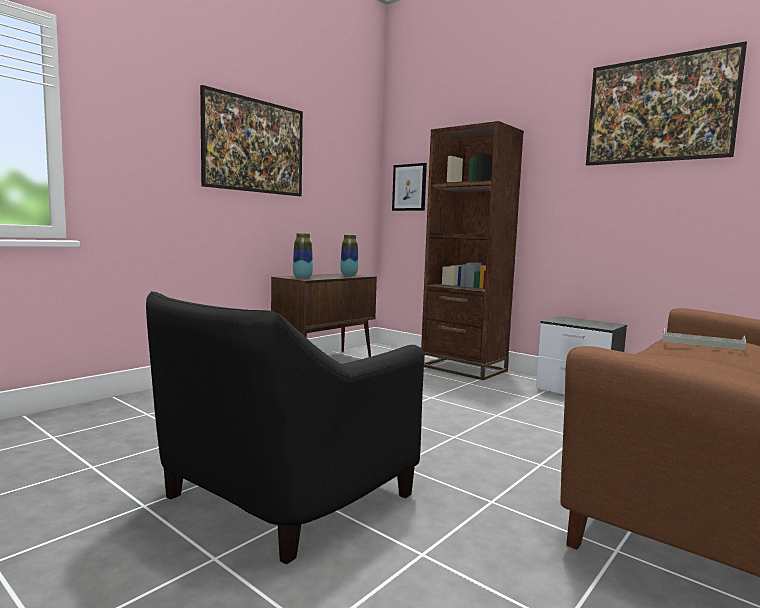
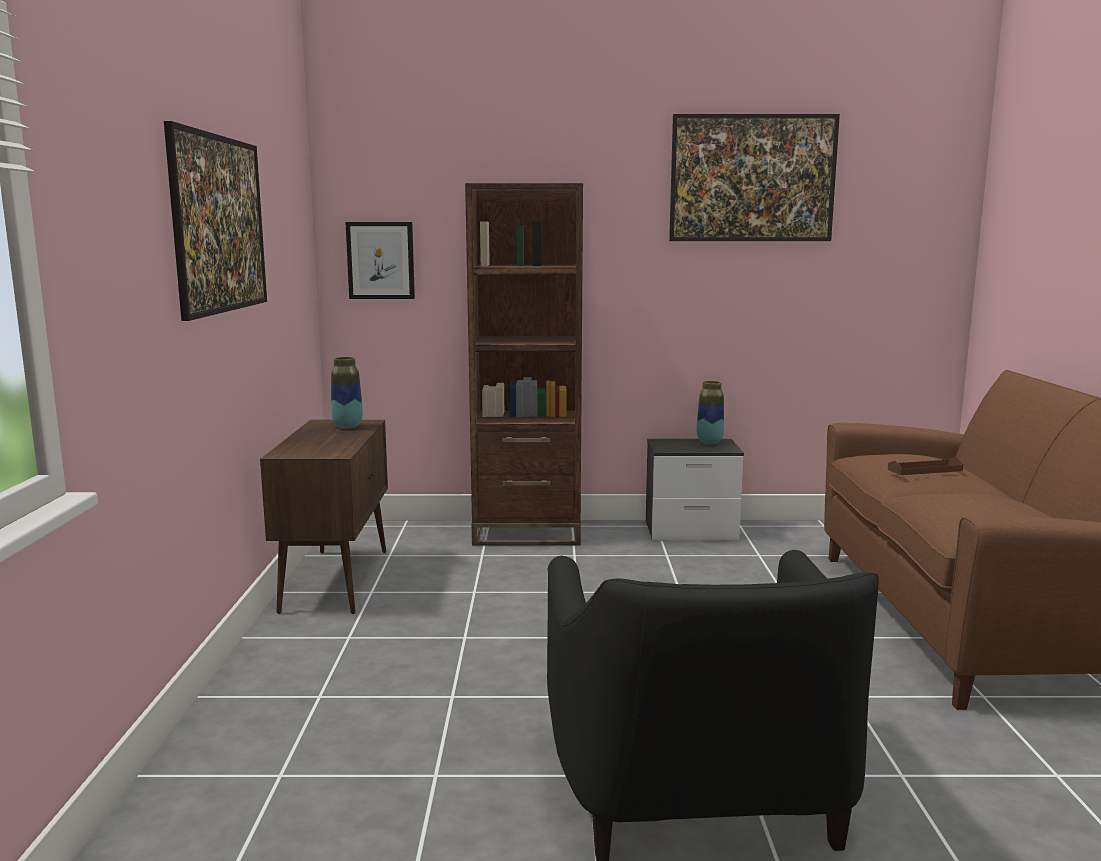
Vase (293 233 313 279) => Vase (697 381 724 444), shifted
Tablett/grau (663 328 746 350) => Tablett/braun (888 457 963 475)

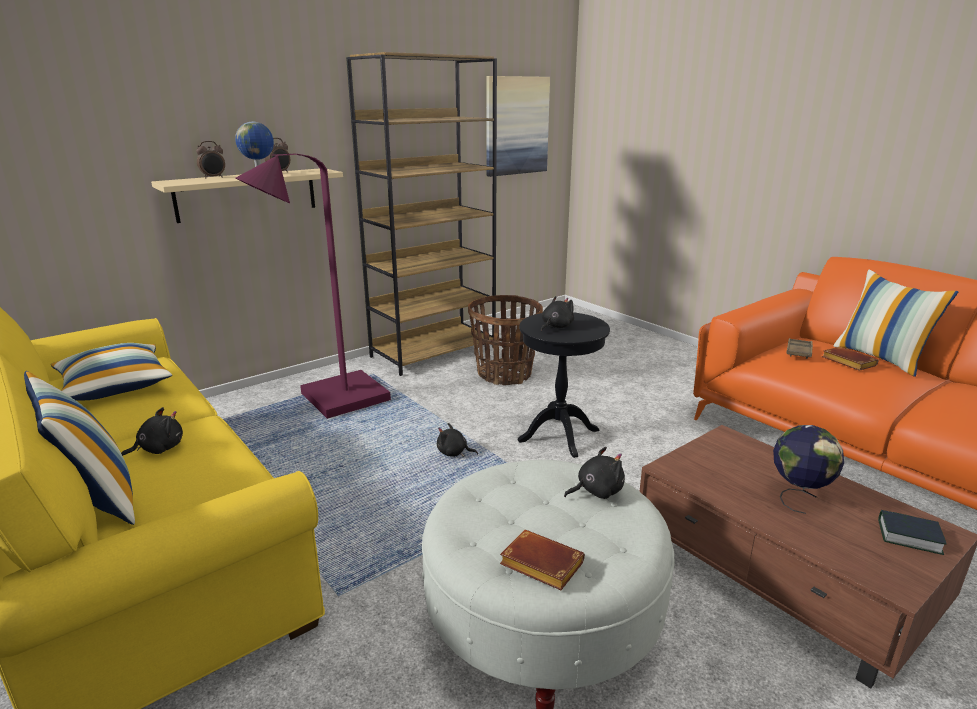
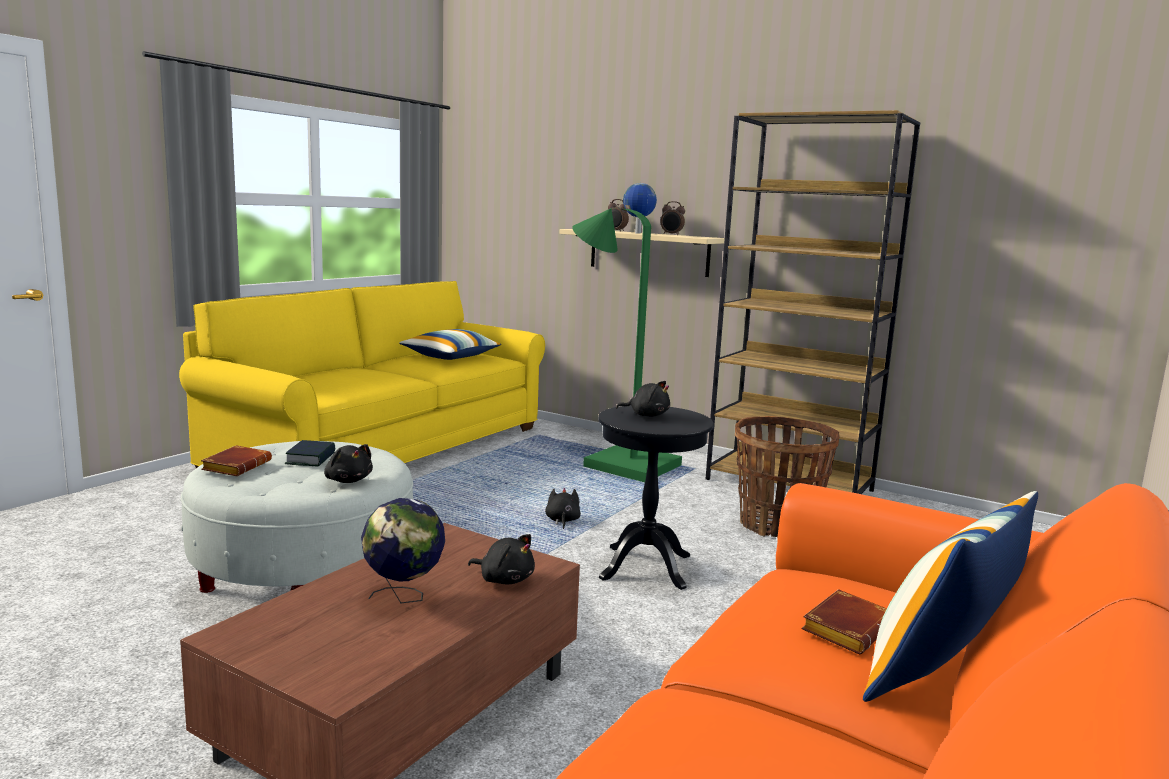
Buch (878 510 946 555) => Buch (285 440 335 467), shifted
Plüschtier/schwarz (121 407 183 456) => Plüschtier/schwarz (468 534 535 584), shifted
Stehlampe/lila (235 154 391 419) => Stehlampe/grün (572 208 682 482)
Kissen (24 371 135 525) => nothing
Bild (486 76 550 177) => nothing
Tablett/braun (786 338 813 359) => nothing

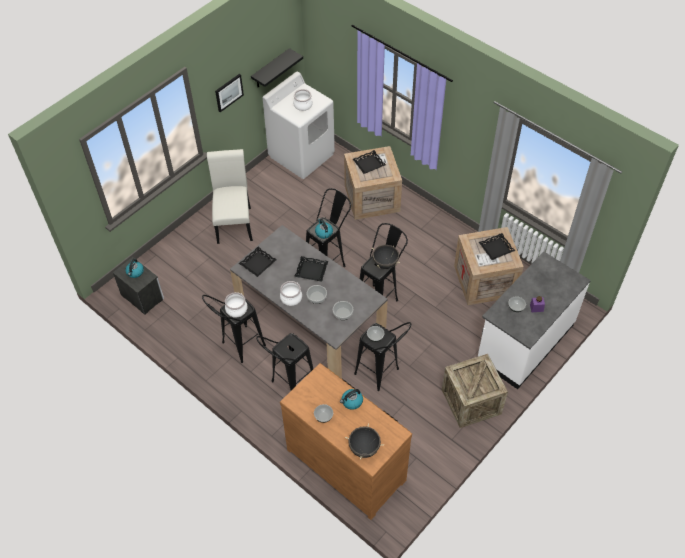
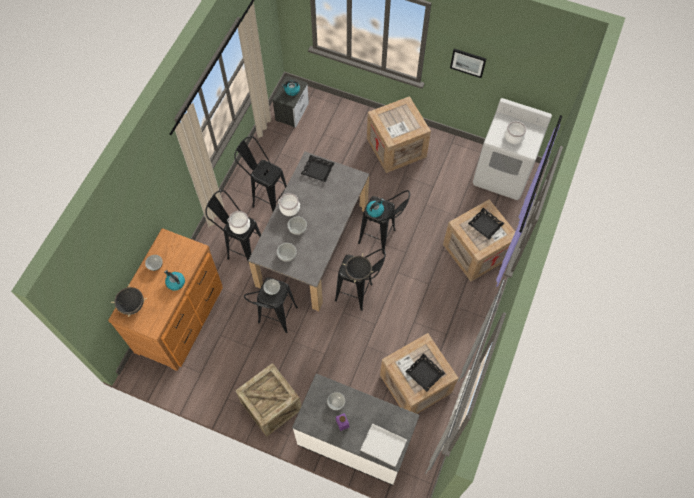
Kochtopf (225 292 247 318) => Kochtopf (228 211 250 234), shifted
nothing => Tablett/weiß (360 423 407 467)
Stuhl/weiß (207 149 253 244) => Kiste (367 96 431 173)
Wandregal/schwarz (251 48 303 87) => nothing
Tablett/schwarz (294 256 328 282) => nothing

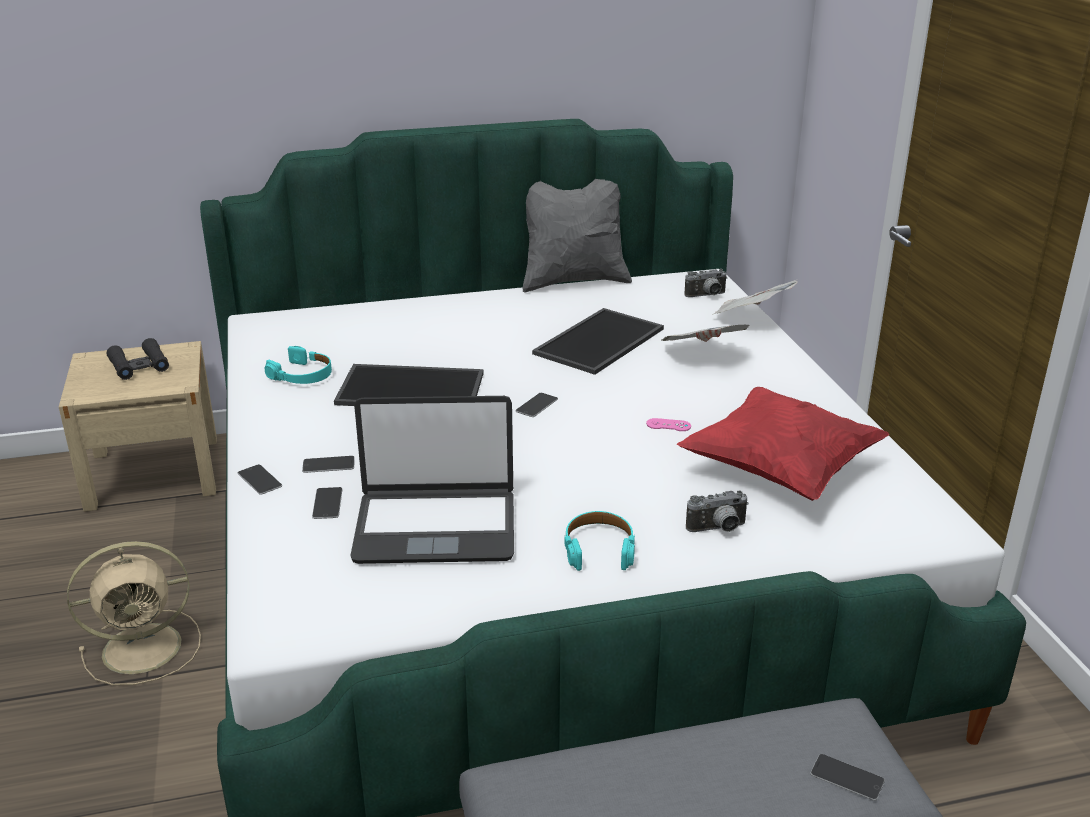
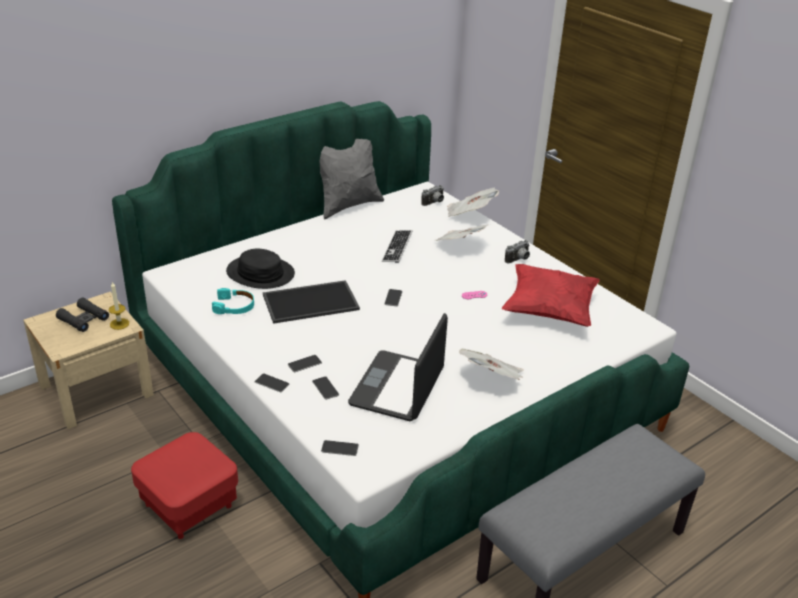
nothing => Kerze (109 282 129 330)
Ventilator/beige (67 541 201 685) => Polsterhocker/rot (131 432 238 539)
nothing => Hut/schwarz (226 249 295 289)
Handy (810 754 885 801) => Handy (321 440 359 456), shifted
Laptop (350 396 514 564) => Laptop (348 313 448 421), 135 degrees clockwise
Tablett (532 308 664 375) => Tastatur (382 230 412 263)
Kopfhörer/türkis (565 511 635 571) => Zeitung (459 349 524 380)
Kamera (686 490 749 532) => Kamera (505 240 530 263), shifted

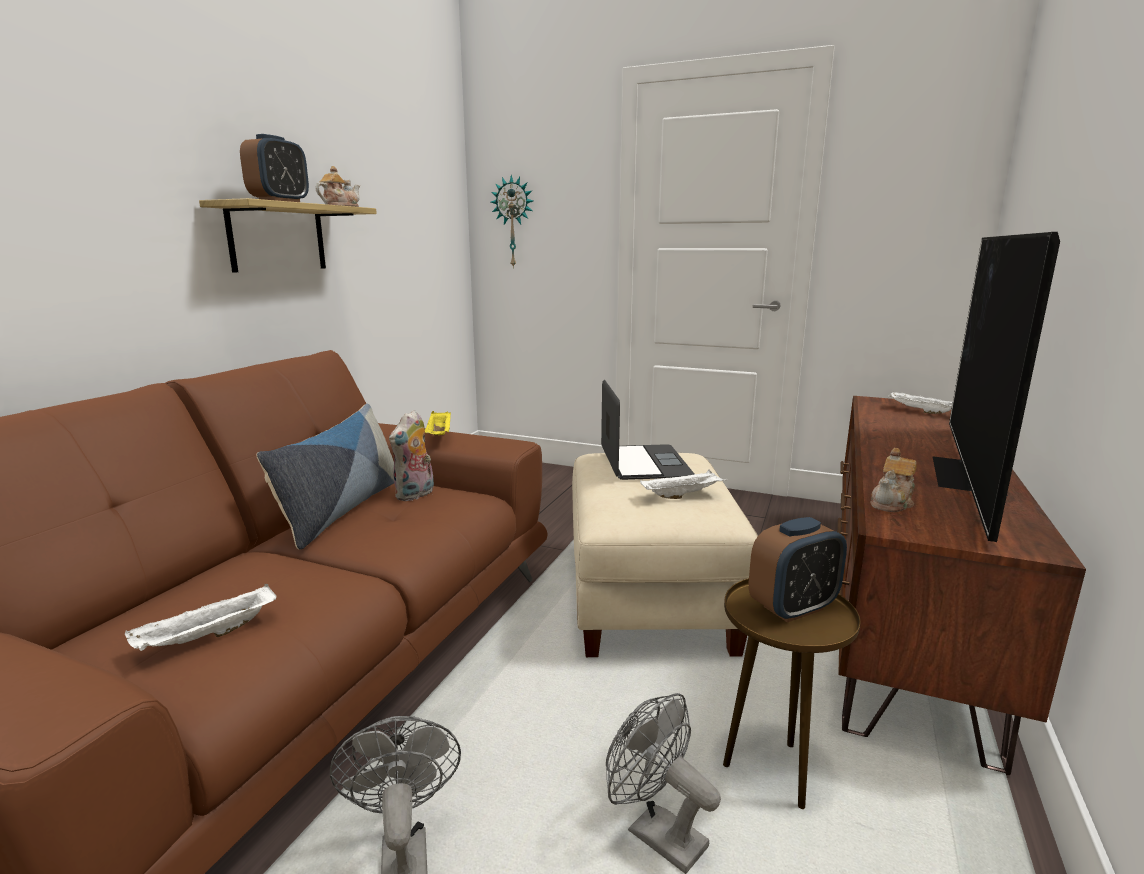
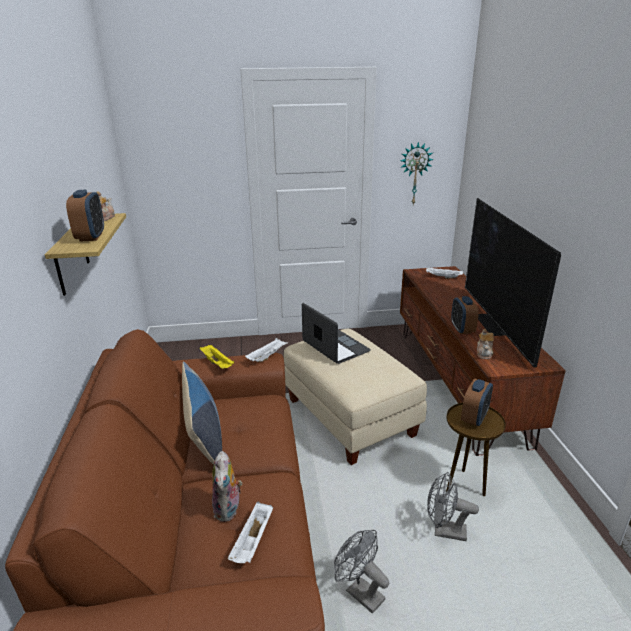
Plüschtier (389 410 434 501) => Plüschtier (212 451 242 522), shifted
Tablett/weiß (640 470 727 499) => Tablett/weiß (245 338 288 362), shifted
Wanduhr (491 175 533 269) => Wanduhr (400 142 434 205), shifted
nothing => Wecker (451 296 479 334)

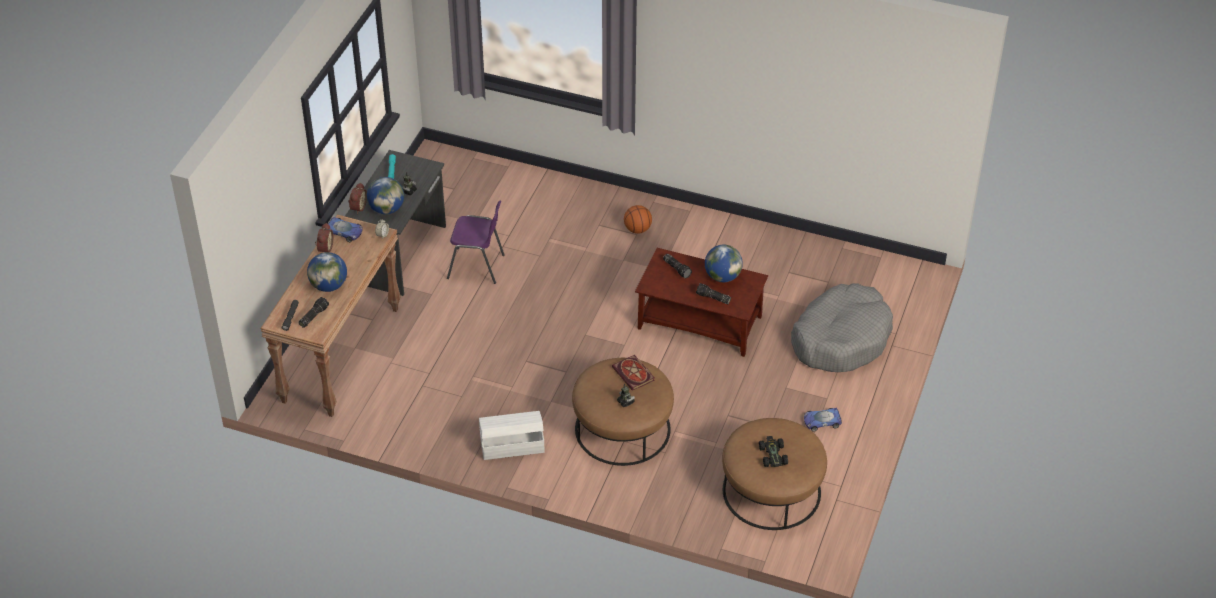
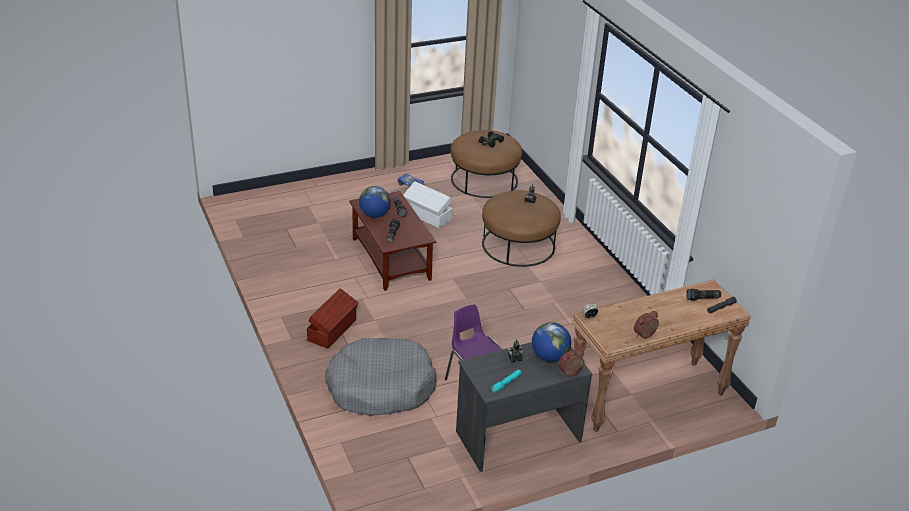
Basketball (624 205 652 234) => Aufbewahrungsbox/braun (307 288 359 349)
Hundebett/grau (791 284 893 372) => Hundebett/grau (325 338 437 416), shifted
Aufbewahrungsbox/weiß (479 411 544 460) => Aufbewahrungsbox/weiß (403 181 452 228), shifted
Globus (307 252 347 292) => nothing
Spielzeugauto (328 217 363 242) => nothing
Buch (612 355 655 391) => nothing

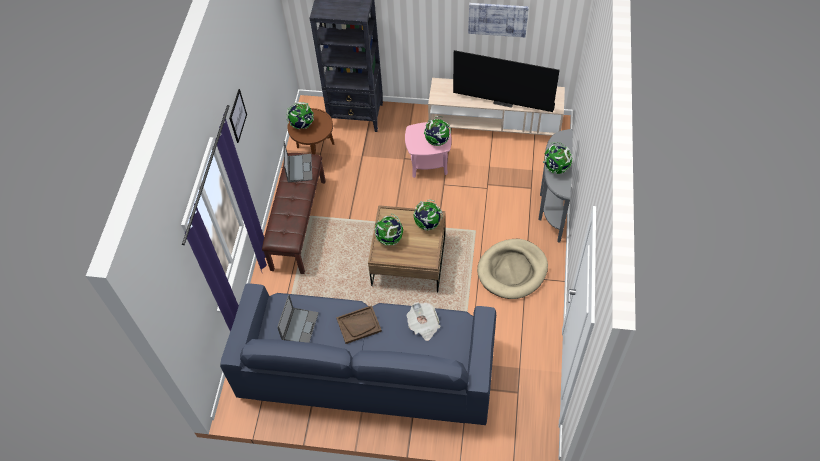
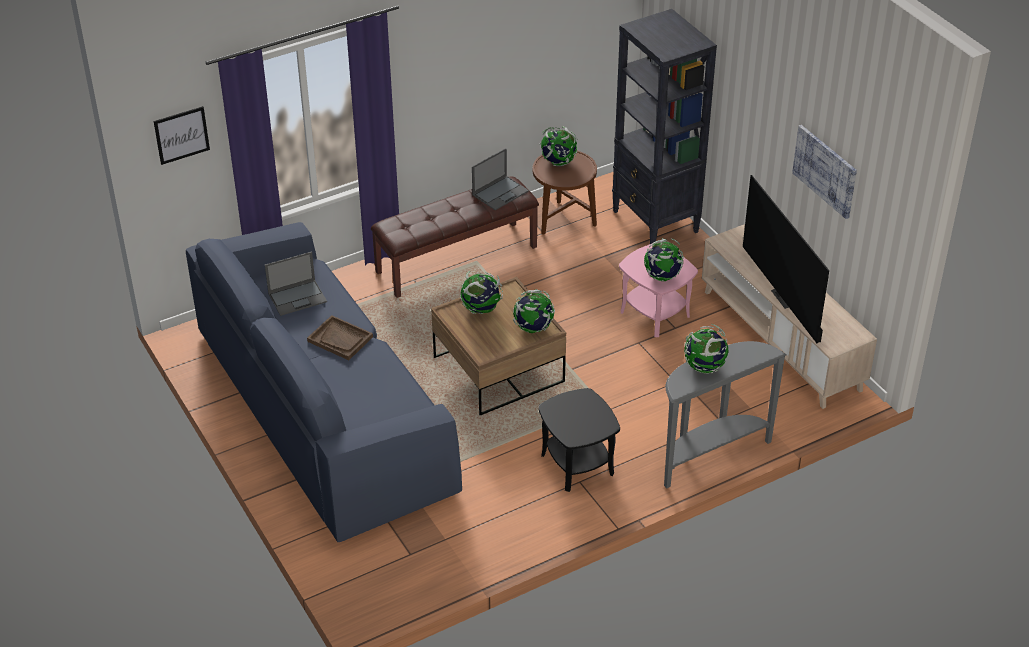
Bild (229 89 247 143) => Bild (154 106 210 165), shifted
Hundebett/beige (477 239 548 299) => Beistelltisch/schwarz (538 388 620 492)
Zeitung (407 302 441 341) => nothing

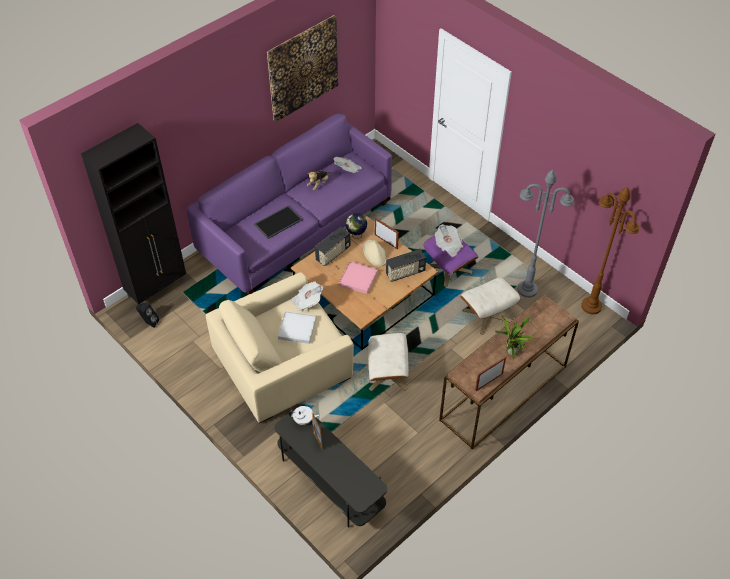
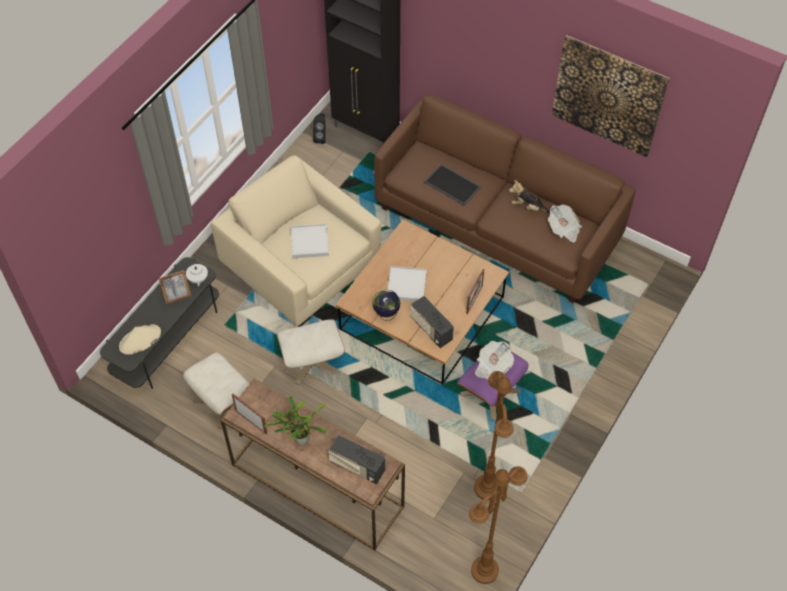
Hut/beige (363 240 387 267) => Hut/beige (119 324 161 355), shifted
Polsterhocker/beige (460 277 521 335) => Polsterhocker/beige (183 352 250 428), shifted
Radio (315 227 350 266) => Radio (329 435 386 484), shifted
Globus (345 213 367 239) => Globus (372 290 400 321), shifted
Sofa/lila (187 114 392 295) => Sofa/braun (374 94 636 303)
Tablett/rosa (339 261 378 294) => Tablett/weiß (387 266 427 302)
Stehlampe/grau (518 170 574 298) => Stehlampe/braun (474 371 513 500)
Zeitung (291 281 323 311) => nothing

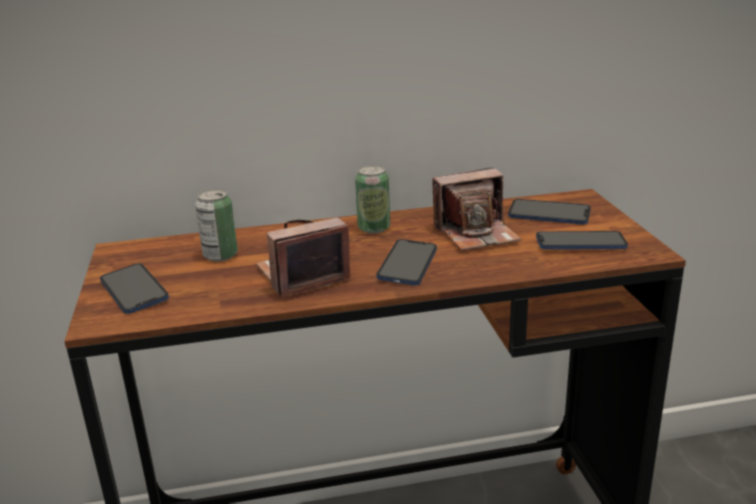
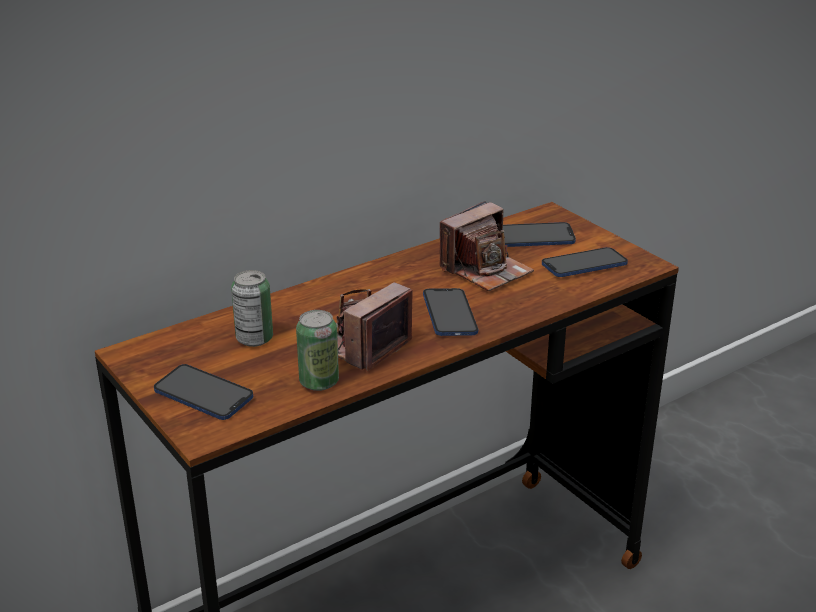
Dose (355 165 390 234) => Dose (296 310 339 391), shifted

